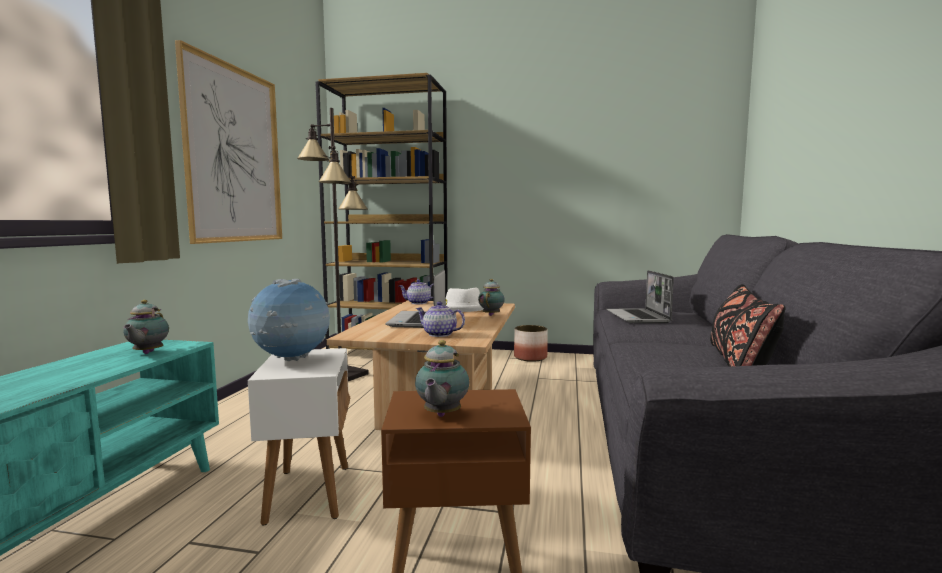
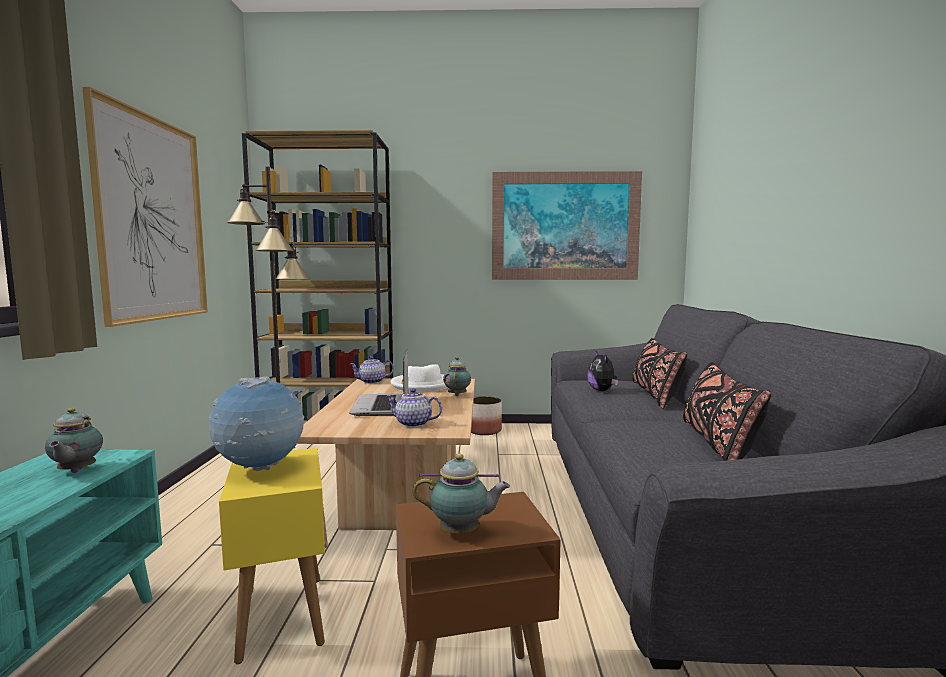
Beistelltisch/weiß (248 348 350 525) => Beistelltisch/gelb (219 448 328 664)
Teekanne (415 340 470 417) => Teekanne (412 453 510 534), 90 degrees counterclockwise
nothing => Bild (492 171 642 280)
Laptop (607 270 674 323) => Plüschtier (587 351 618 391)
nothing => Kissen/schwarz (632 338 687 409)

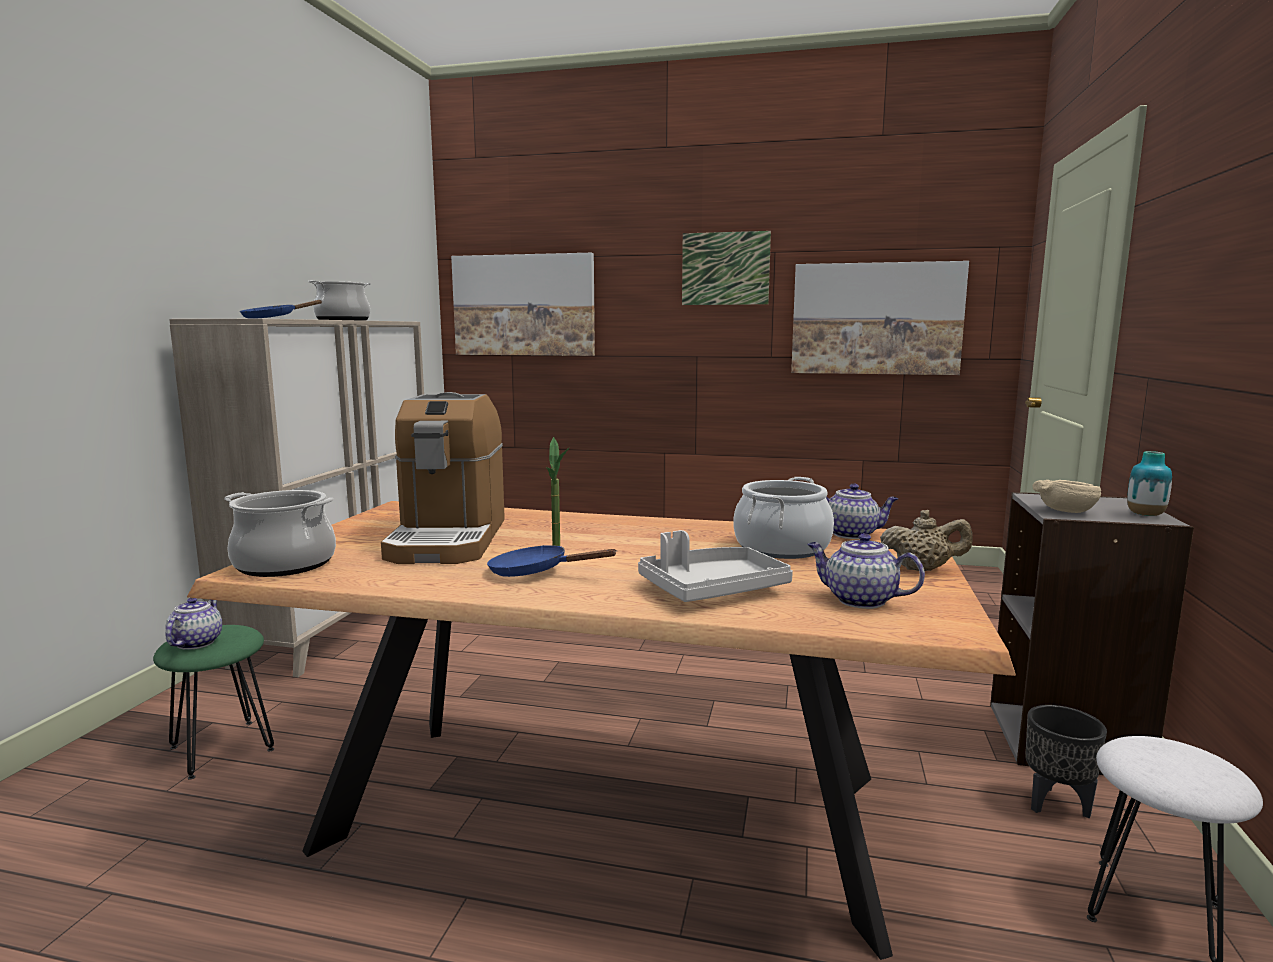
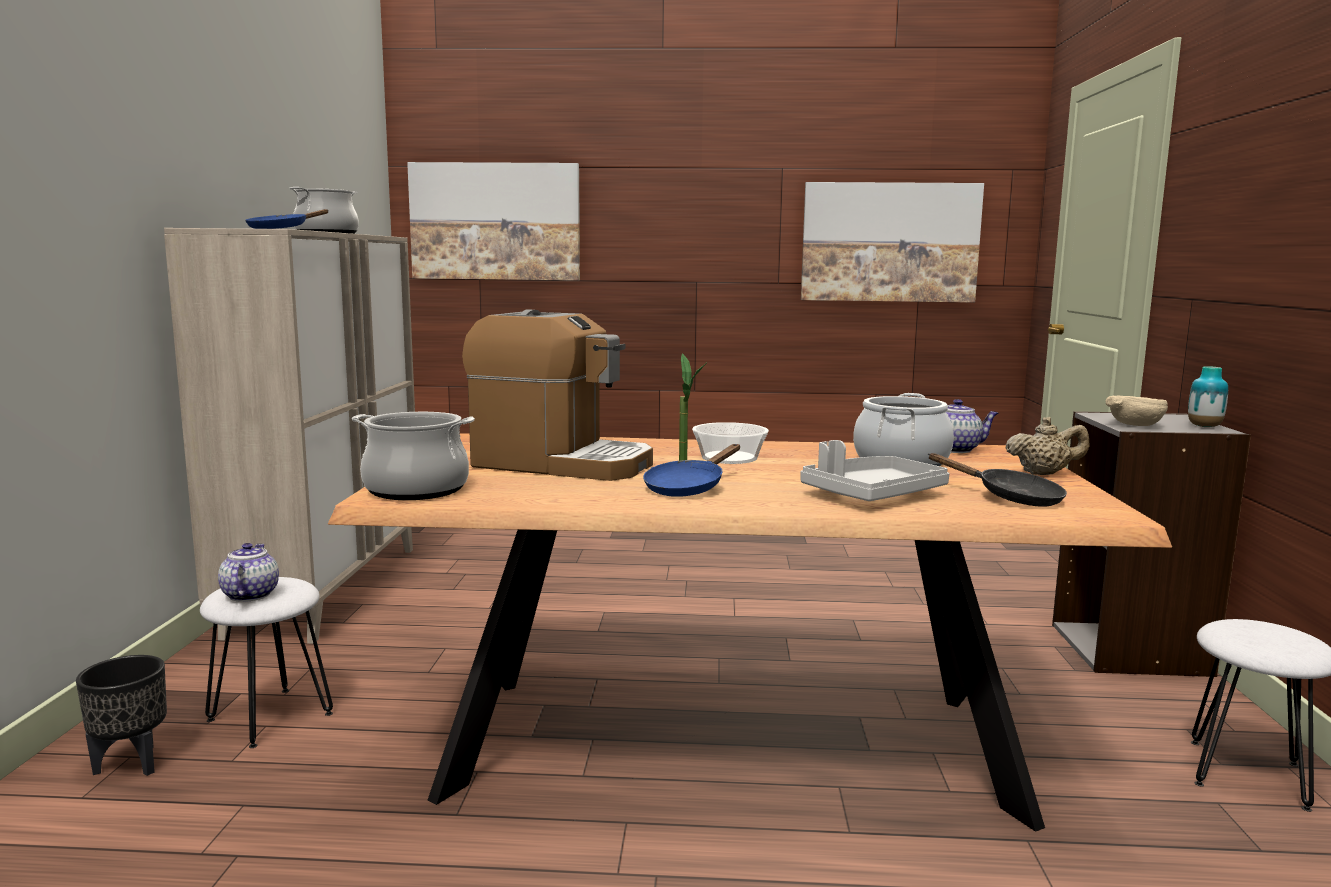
Pflanzkübel/schwarz (1025 705 1107 818) => Pflanzkübel/schwarz (76 655 167 776), shifted
Hocker/grün (153 625 274 780) => Hocker/weiß (200 577 333 748)
Kaffeemaschine (381 392 505 564) => Kaffeemaschine (462 309 653 481), 60 degrees counterclockwise
Pfanne/blau (487 545 617 577) => Pfanne/blau (643 444 740 497), 60 degrees counterclockwise
nothing => Schüssel (692 422 769 464)
Teekanne (807 533 925 609) => Pfanne/schwarz (928 453 1067 507)
Bild (682 231 771 305) => nothing

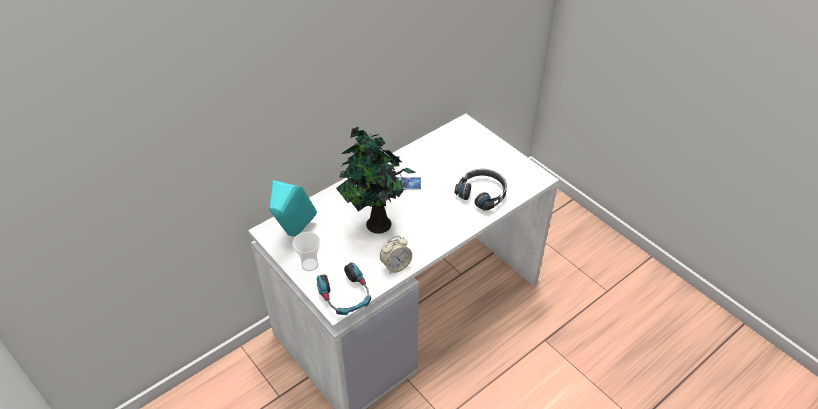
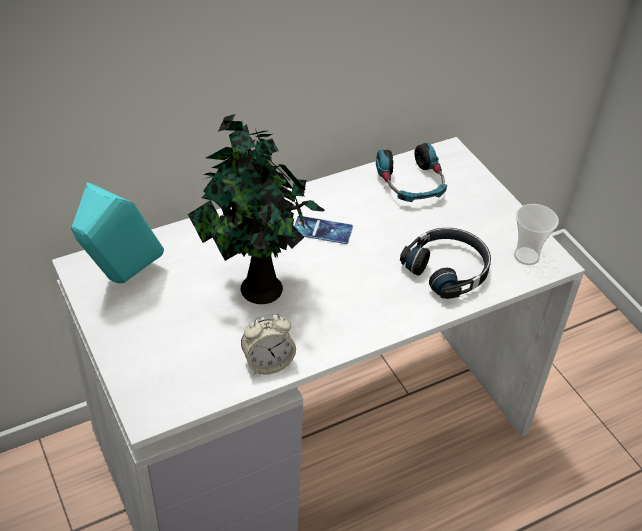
Kopfhörer (317 262 371 315) => Kopfhörer (376 143 447 202), shifted
Tasse (292 232 320 271) => Tasse (514 204 559 265), shifted

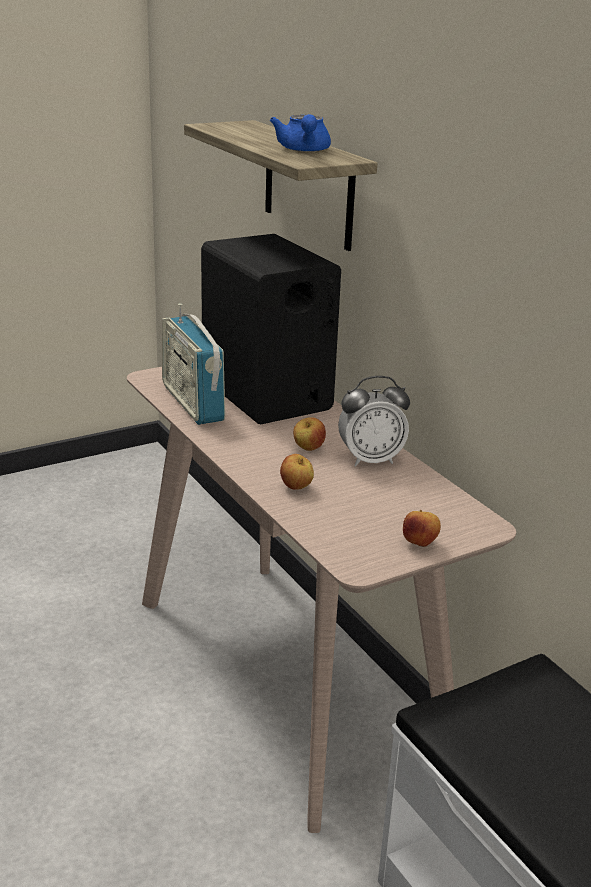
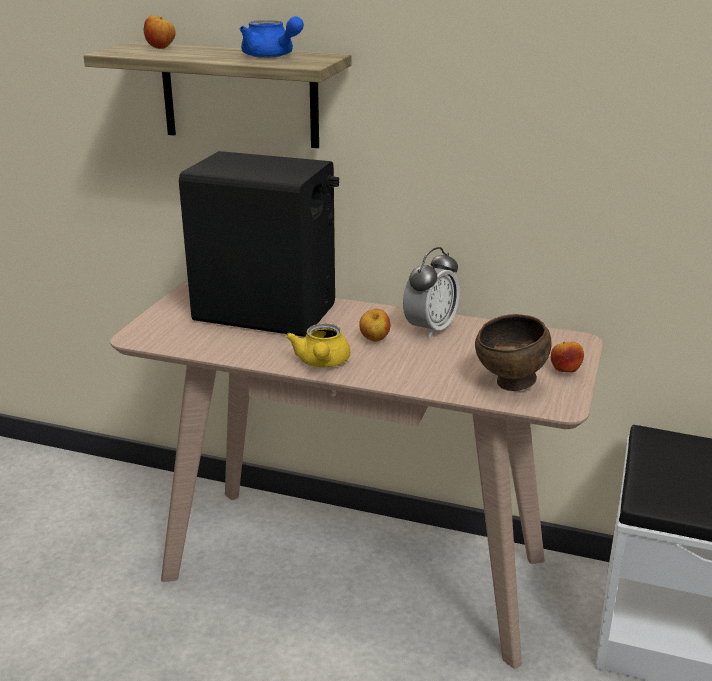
Apfel (280 454 314 490) => Apfel (144 15 176 49), shifted
nothing => Teekanne/gelb (286 323 350 367)
nothing => Schüssel/braun (475 314 552 391)
Radio (162 303 225 425) => nothing

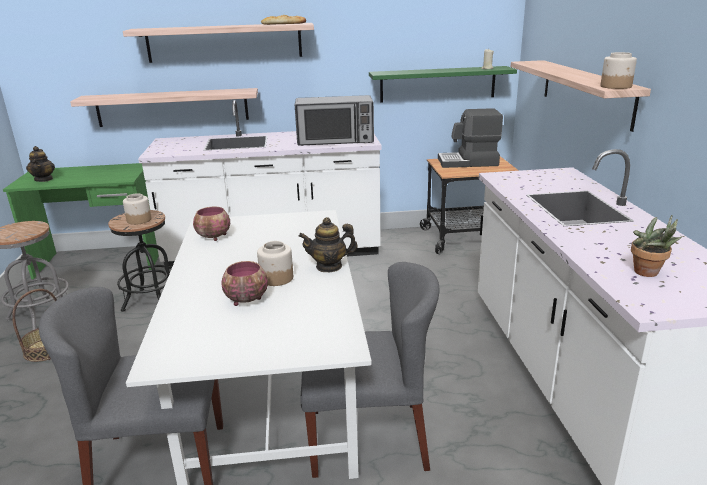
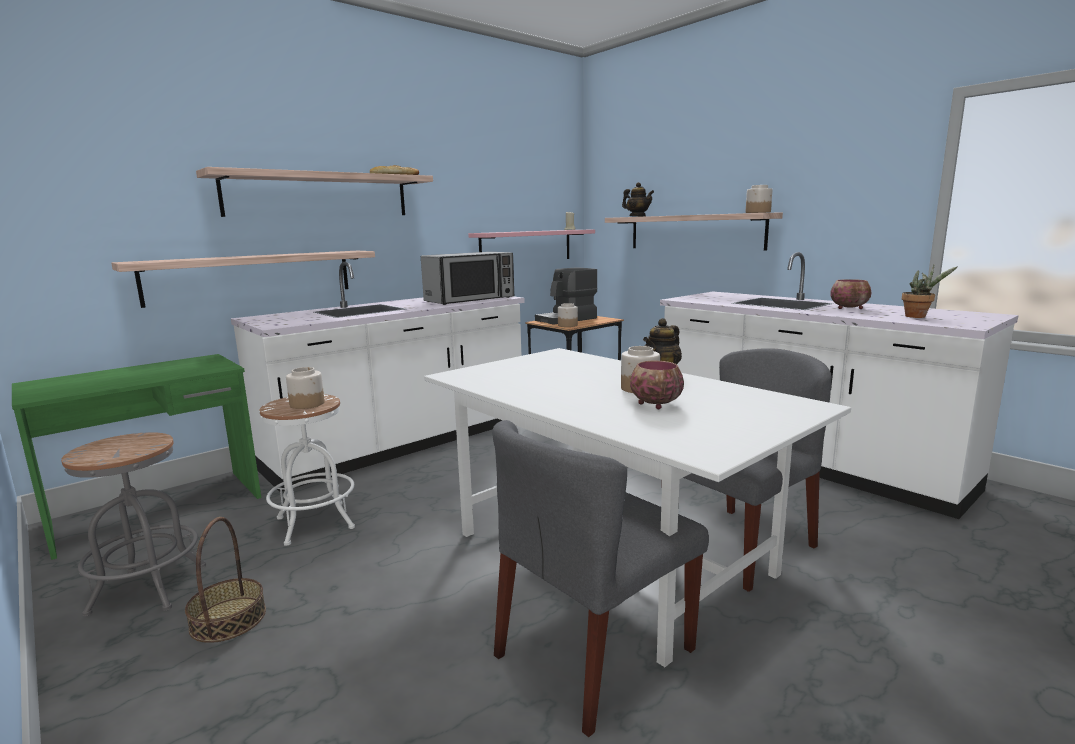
Hocker/schwarz (108 210 172 312) => Hocker/weiß (259 394 355 546)
Wandregal/grün (369 66 517 103) => Wandregal/rosa (468 230 595 259)
nothing => Vorratsglas (558 303 578 327)
Teekanne (26 146 55 182) => Teekanne (622 182 654 217), shifted
Schüssel (193 207 230 241) => Schüssel (830 279 871 309), shifted

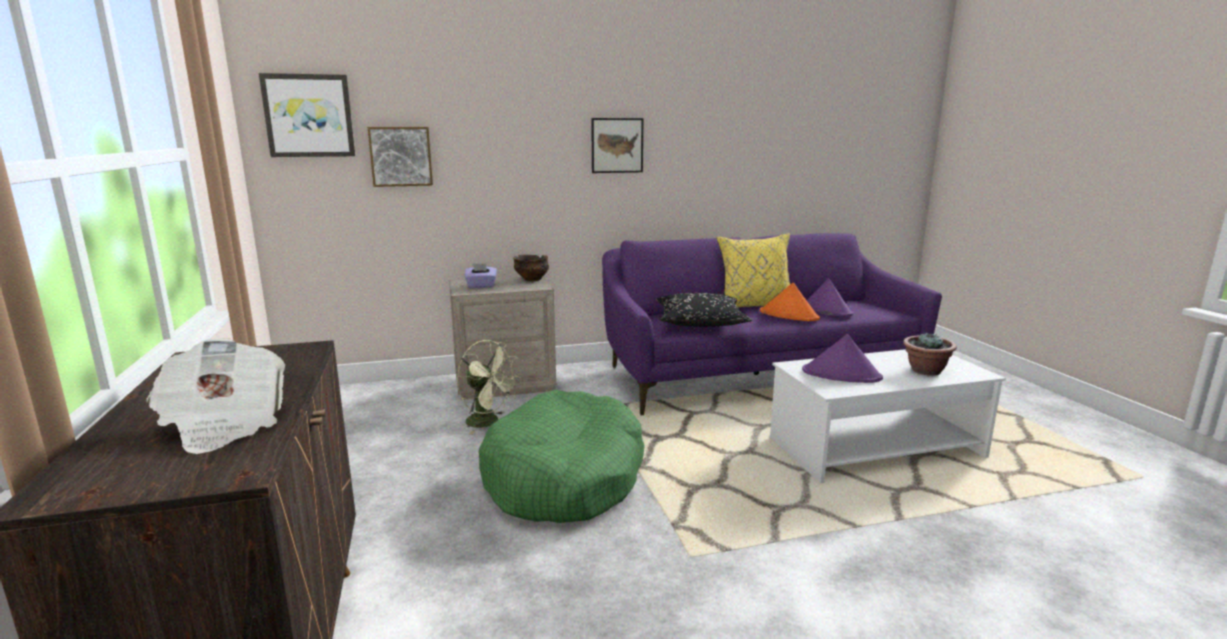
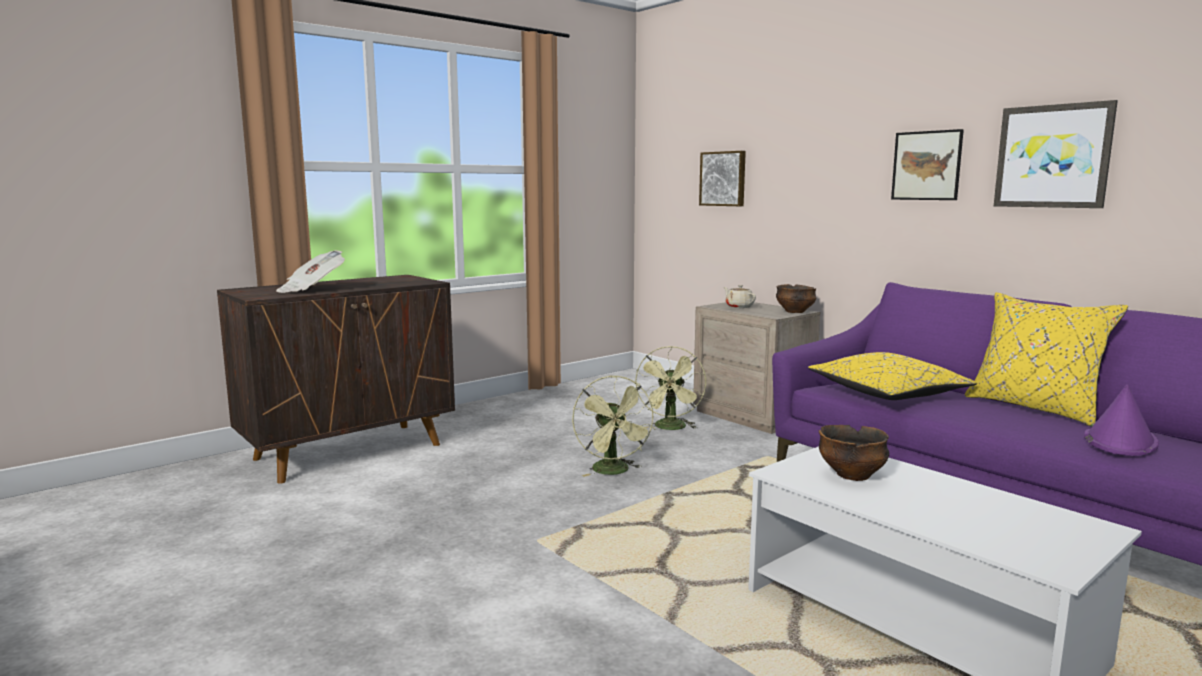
Hundebett/grün (478 390 645 523) => Ventilator/grün (572 375 656 477)
Taschentuchbox/lila (465 263 497 288) => Teekanne/beige (724 285 756 308)
Kissen/schwarz (656 293 752 327) => Kissen/gelb (808 352 977 400)
Hut/lila (802 334 883 383) => Schüssel (819 425 889 481)
Bild (259 73 355 157) => Bild (994 100 1118 208), shifted
Hut/orange (760 283 820 321) => nothing
Topfpflanze (903 332 957 376) => nothing

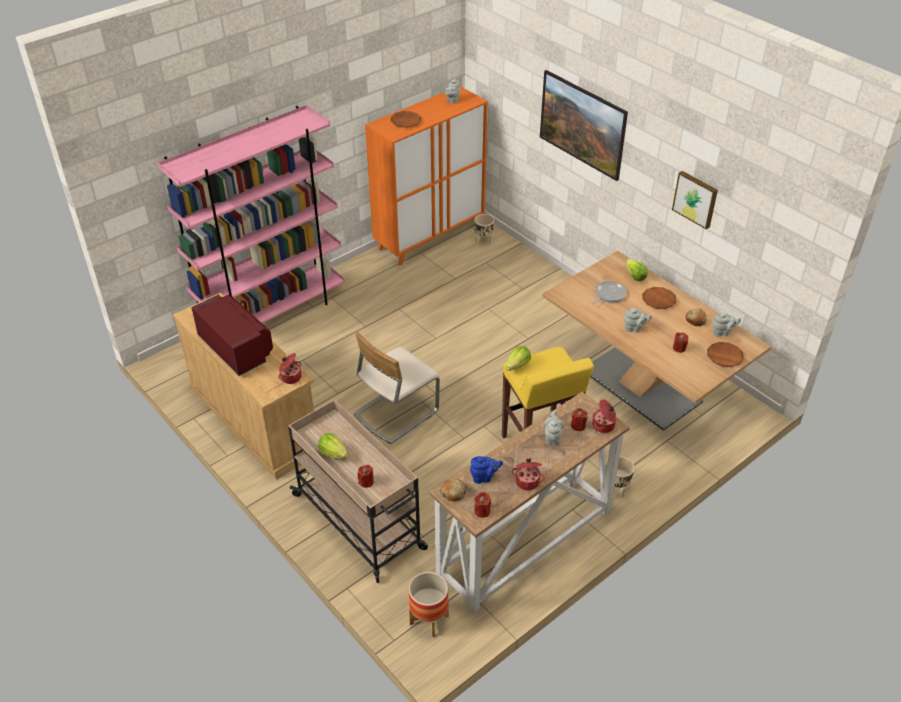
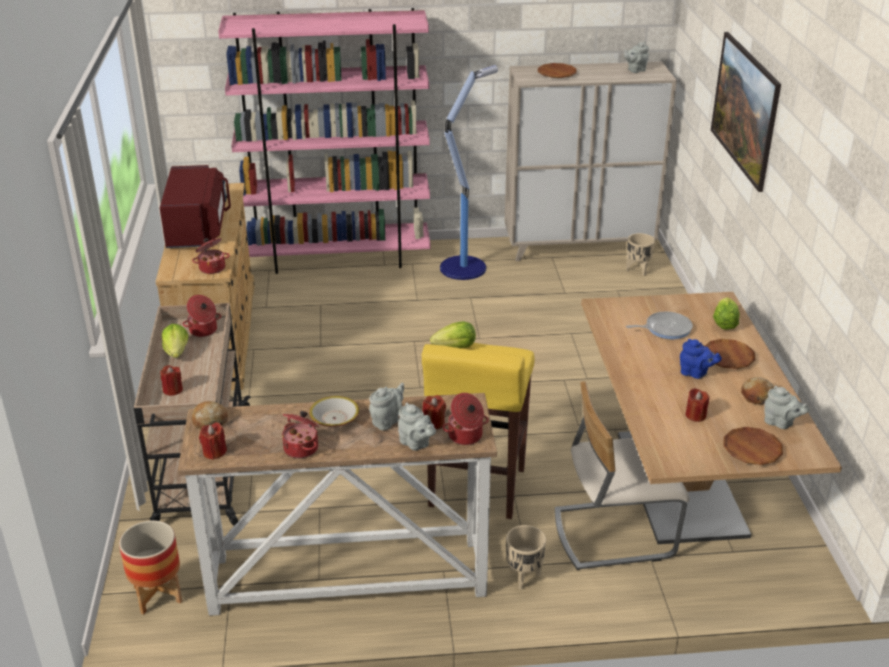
nothing => Kochtopf (182 295 221 337)
nothing => Schüssel (309 396 359 427)
Teekanne/grau (624 308 652 332) => Teekanne/grau (398 403 436 451), shifted
nothing => Stehlampe (440 65 498 280)
Schrank/orange (365 86 488 266) => Schrank/beige (505 61 677 261)
Stuhl/beige (354 332 440 444) => Stuhl/beige (555 381 690 570), shifted
Teekanne/blau (470 456 503 484) => Teekanne/blau (680 339 722 379), shifted
Bild (672 171 718 229) => nothing

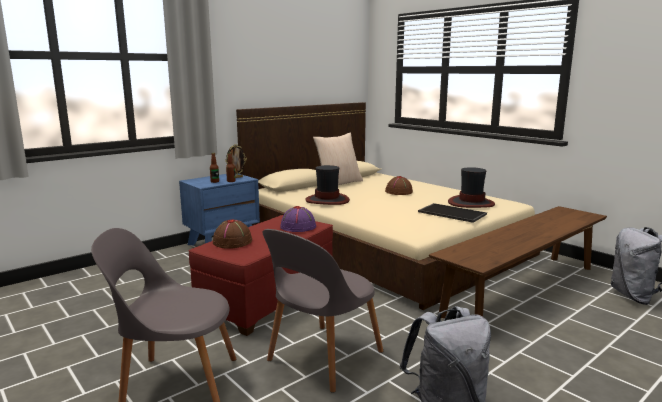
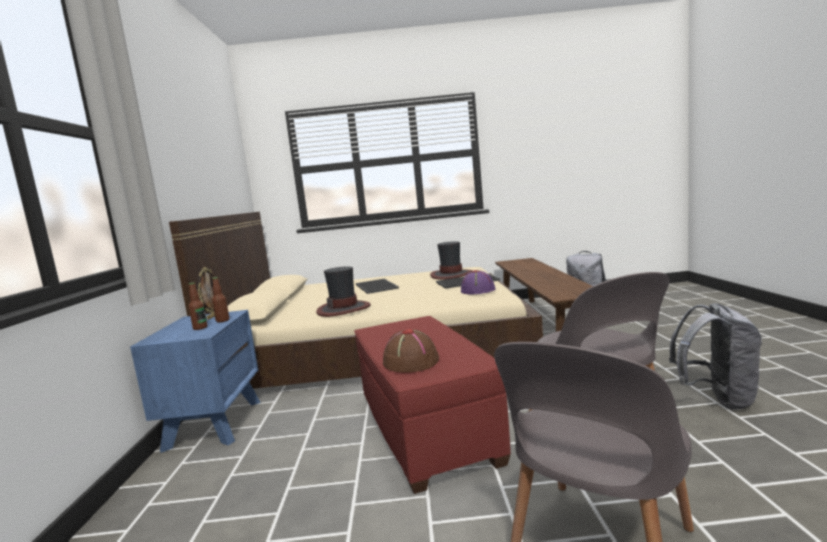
Hut/braun (385 176 413 195) => Tablett (356 279 399 294)
Hut/lila (280 206 316 232) => Hut/lila (461 270 496 294), shifted
Kissen/beige (313 133 363 185) => nothing

